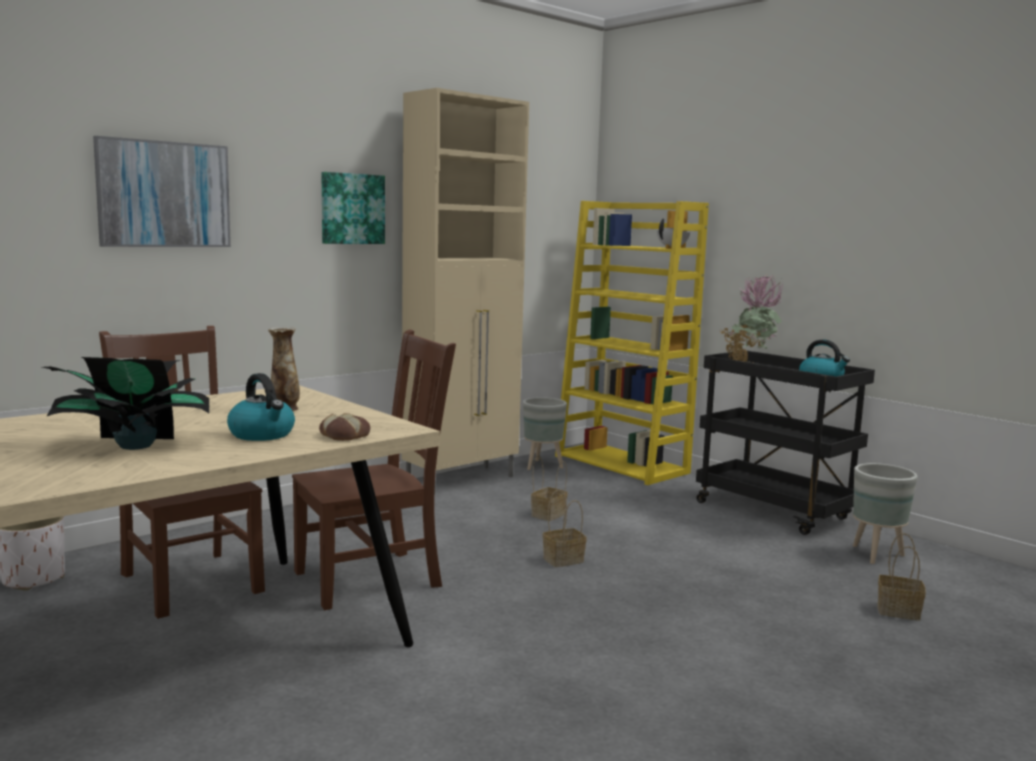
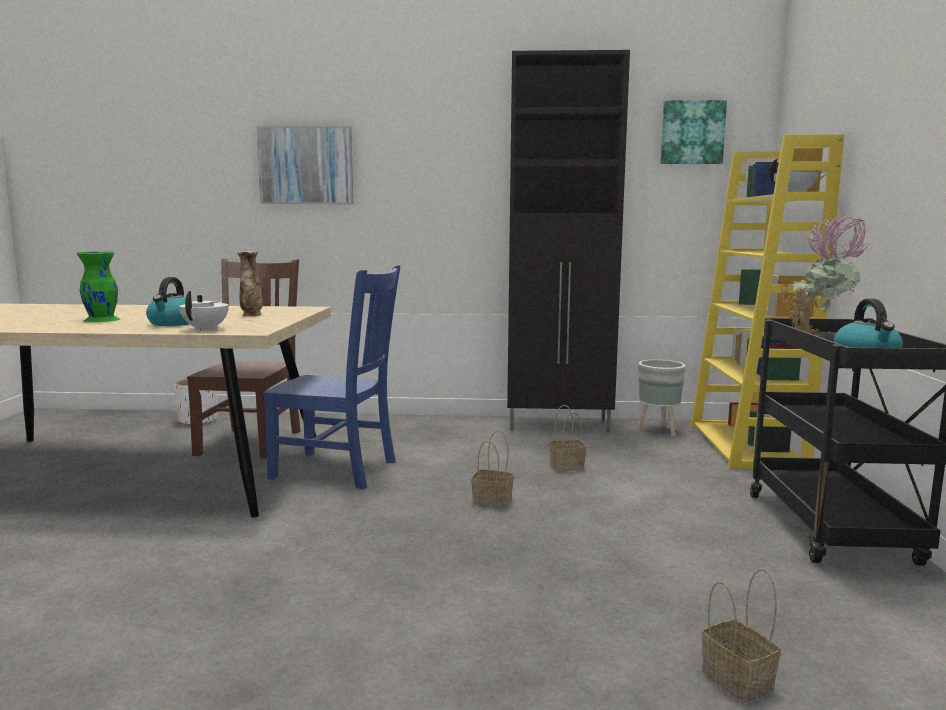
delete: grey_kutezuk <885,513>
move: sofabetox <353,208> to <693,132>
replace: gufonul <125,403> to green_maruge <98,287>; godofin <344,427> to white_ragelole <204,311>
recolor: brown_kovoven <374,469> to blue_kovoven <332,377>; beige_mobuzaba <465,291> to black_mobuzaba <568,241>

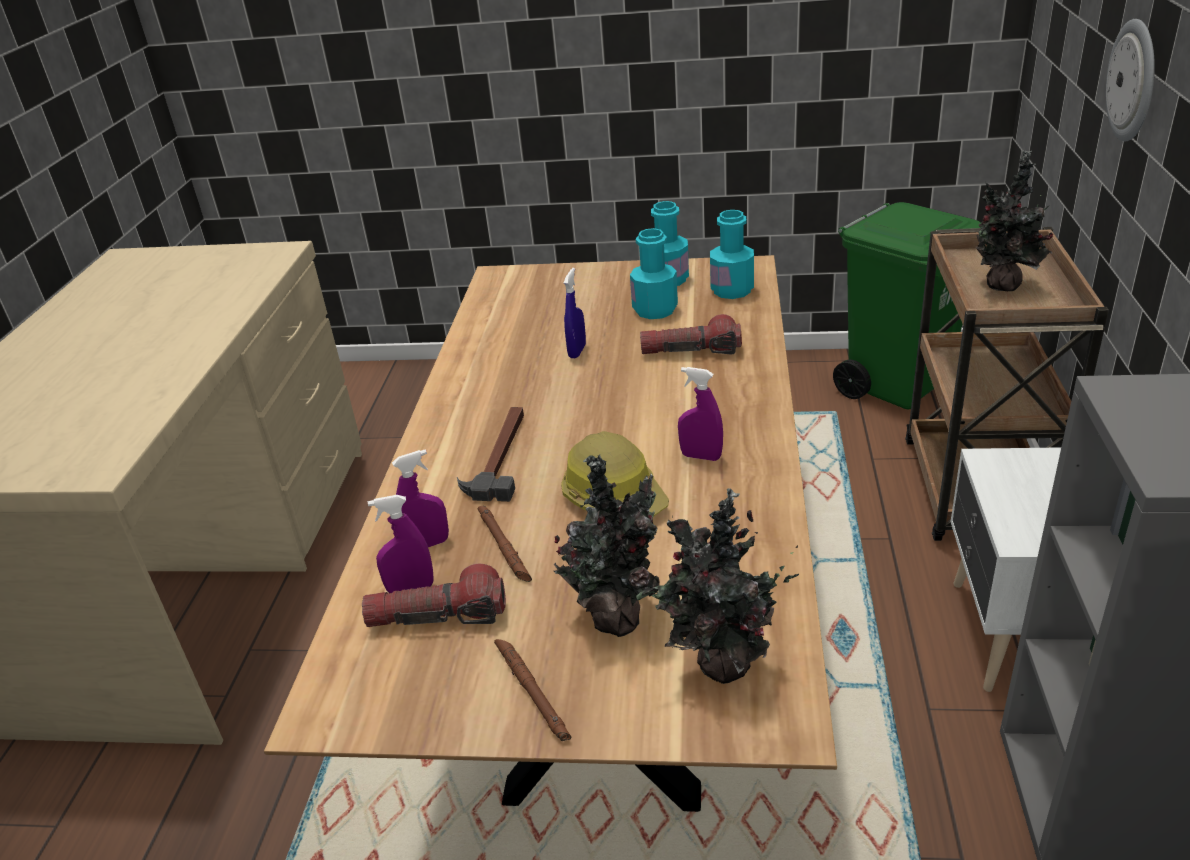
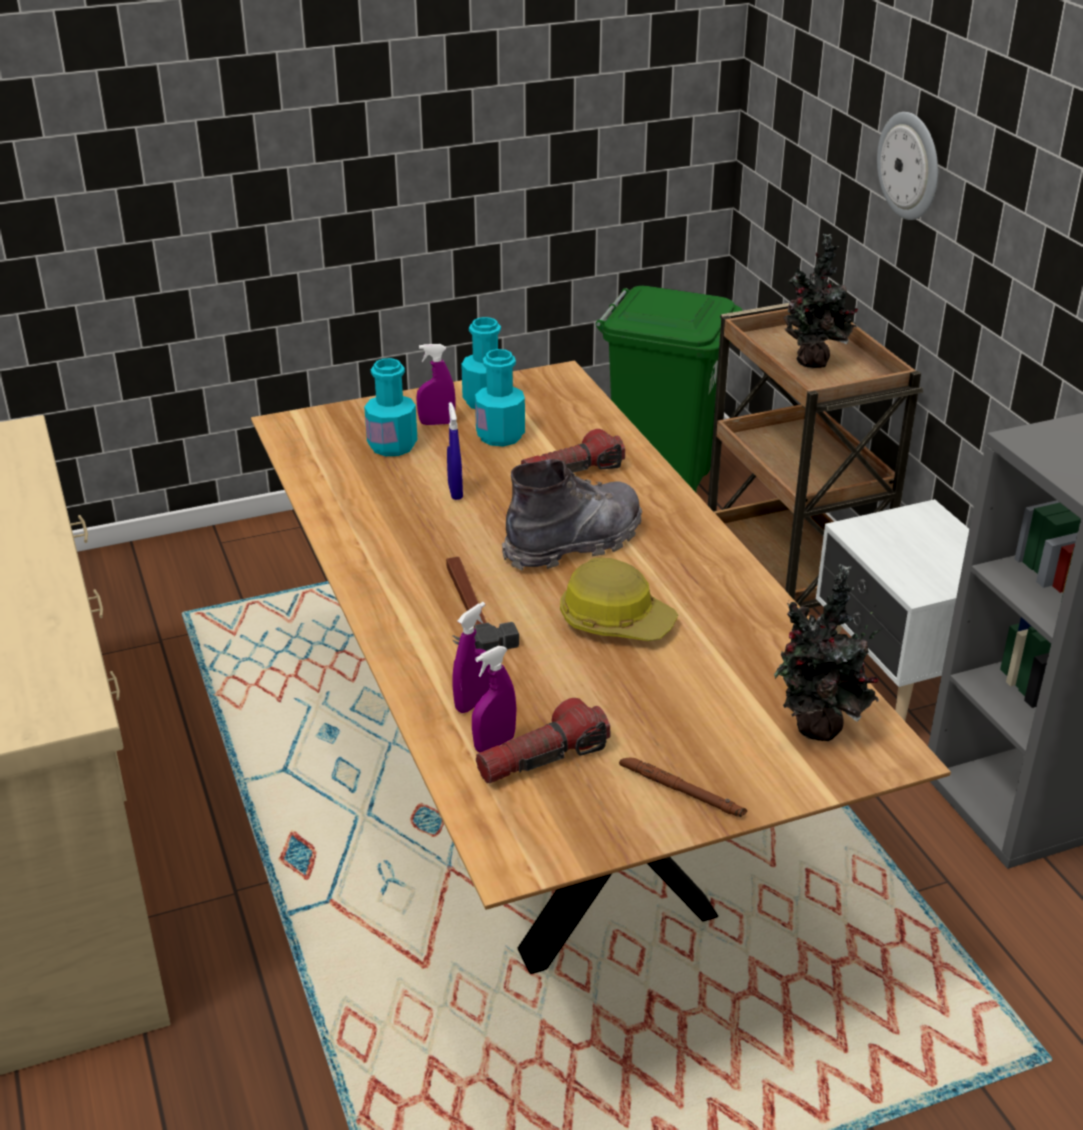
delete: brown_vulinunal <505,544>; gufonul <607,546>
insert: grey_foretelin <572,514>
move: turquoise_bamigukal <732,254> to <390,407>; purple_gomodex <700,414> to <436,384>

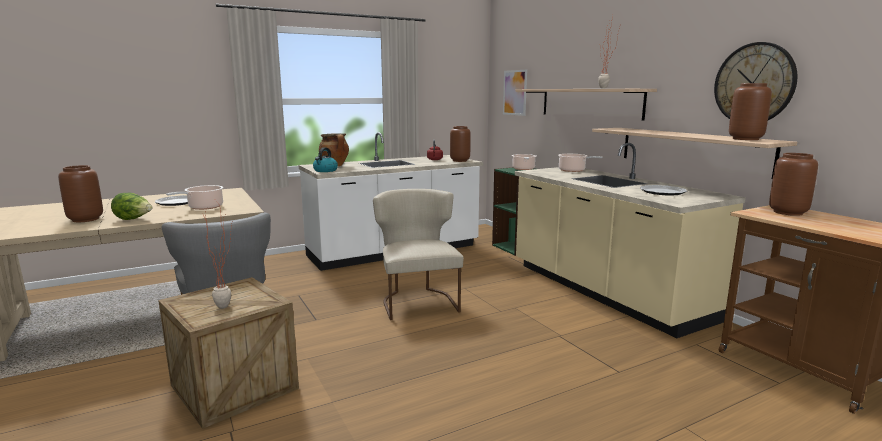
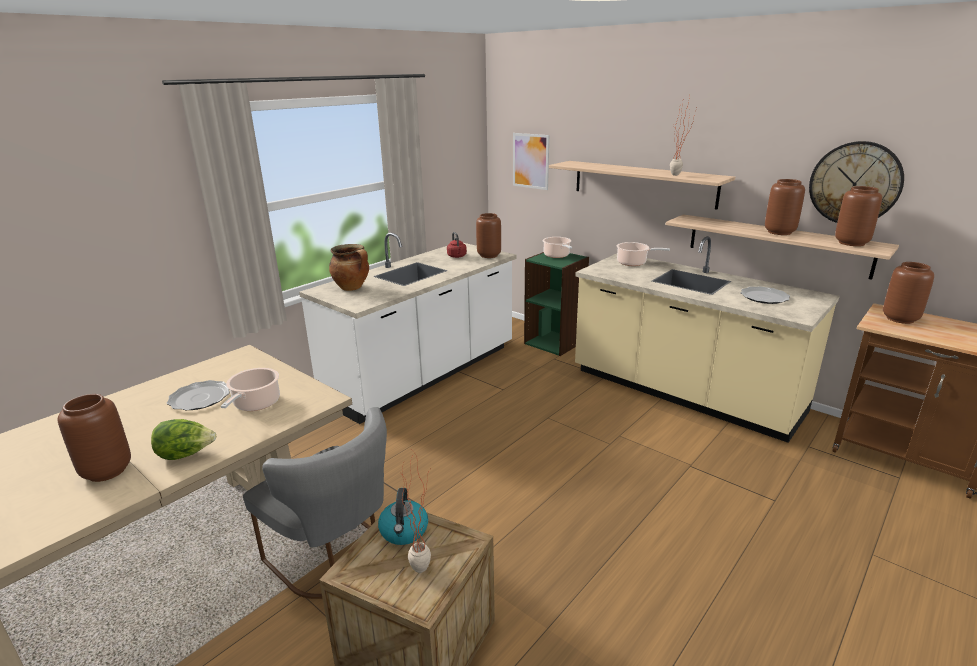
delete: beige_kovoven <418,254>
insert: brown_maruge <785,207>
move: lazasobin <325,160> to <403,516>

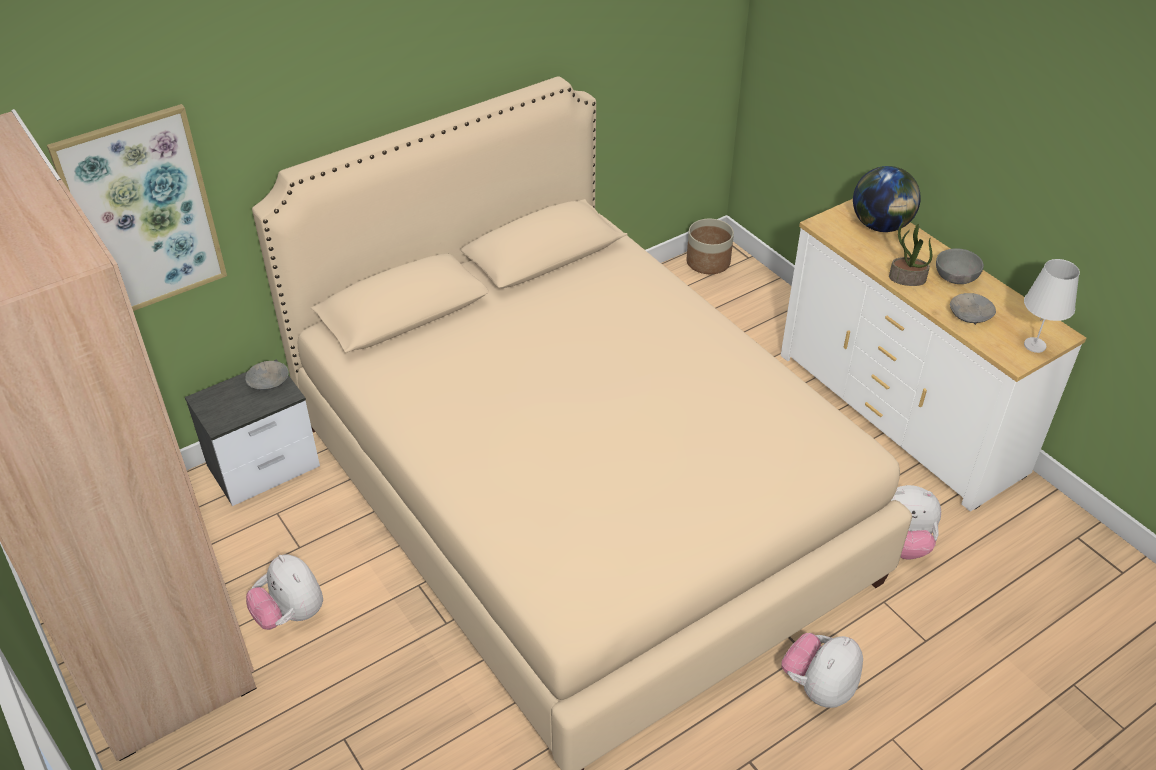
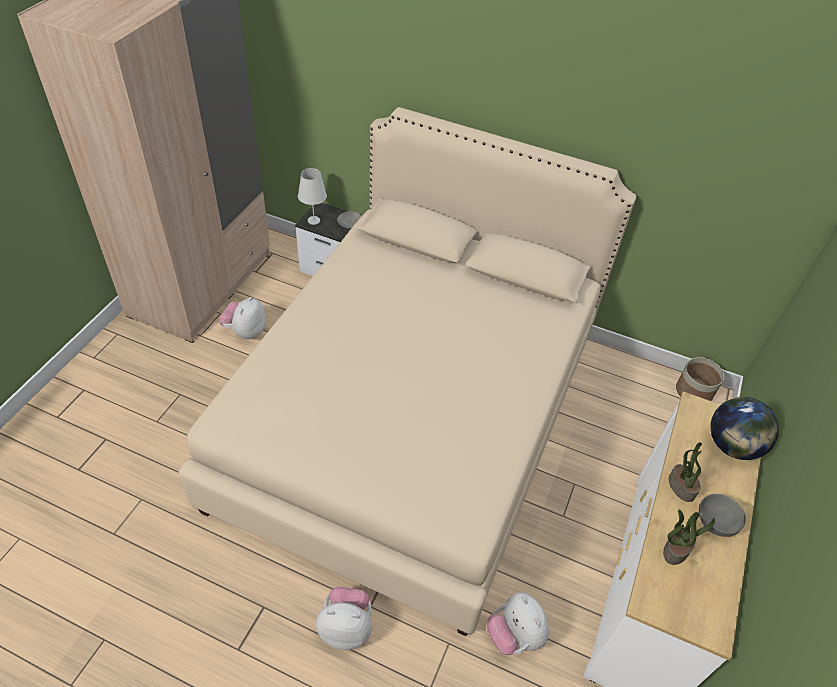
delete: sofabetox <137,207>
move: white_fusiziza <1052,306> to <312,196>
replace: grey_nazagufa <973,309> to gufonul <689,537>

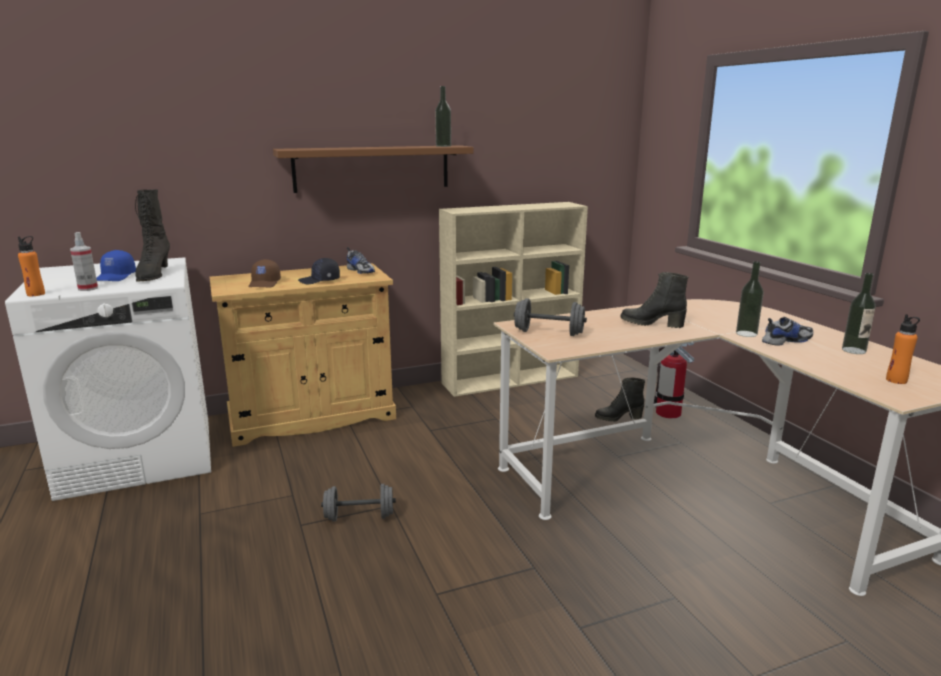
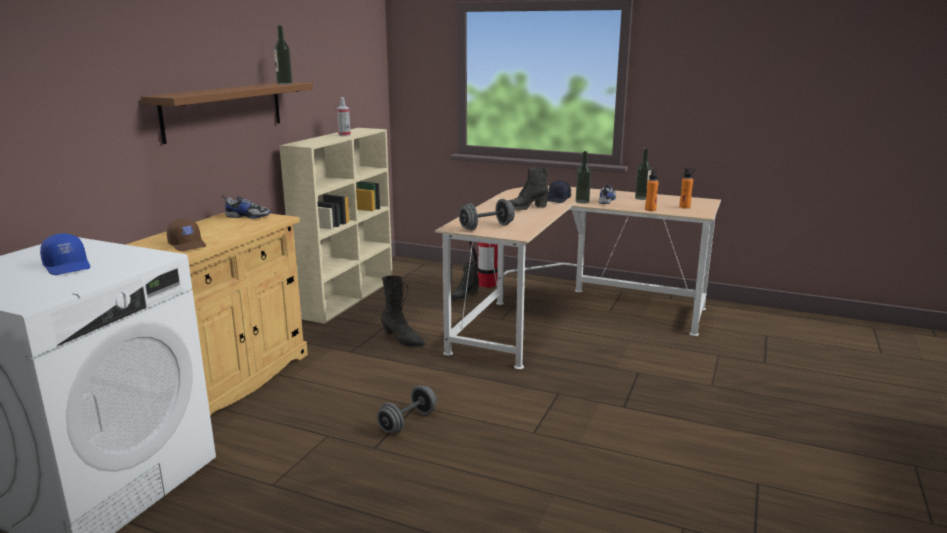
move: gomodex <84,261> to <344,116>; black_foretelin <152,235> to <403,311>; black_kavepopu <319,271> to <559,191>; orange_bamigukal <31,266> to <652,190>

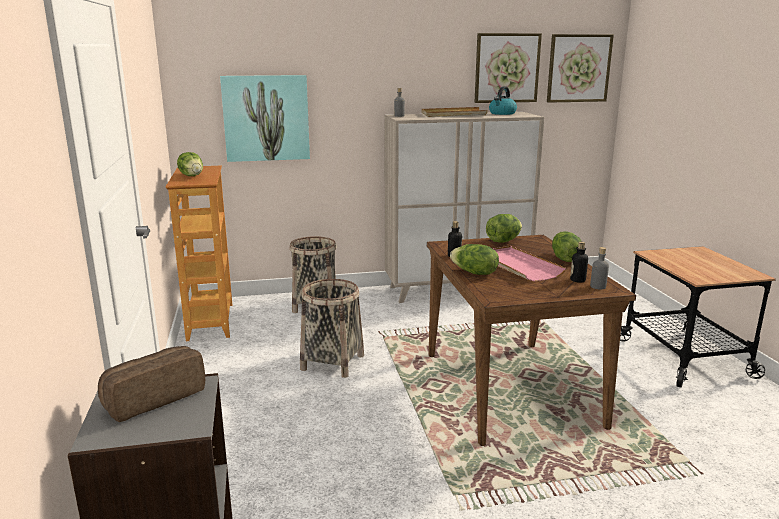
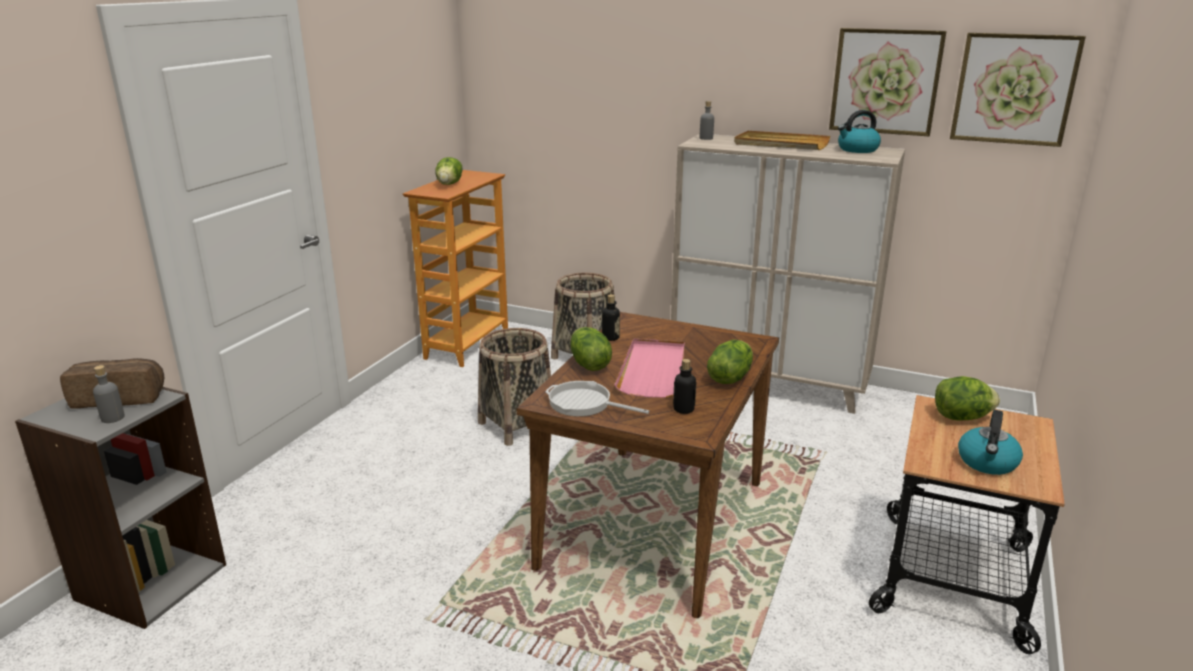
delete: sofabetox <265,118>
insert: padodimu <597,399>; lazasobin <990,442>
move: grey_bamigukal <599,268> to <109,394>; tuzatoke <504,228> to <967,398>

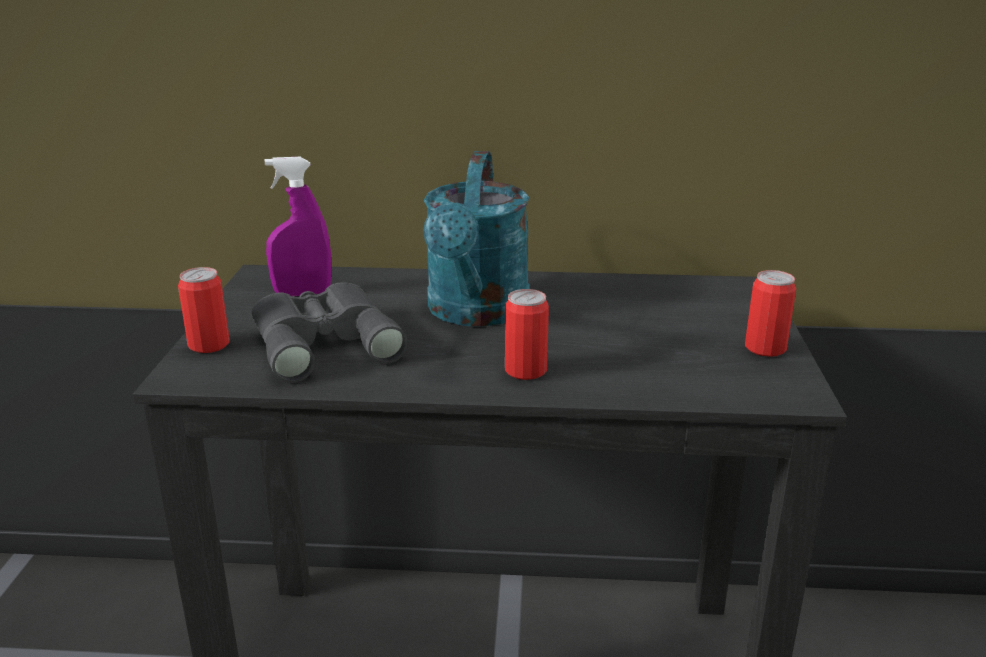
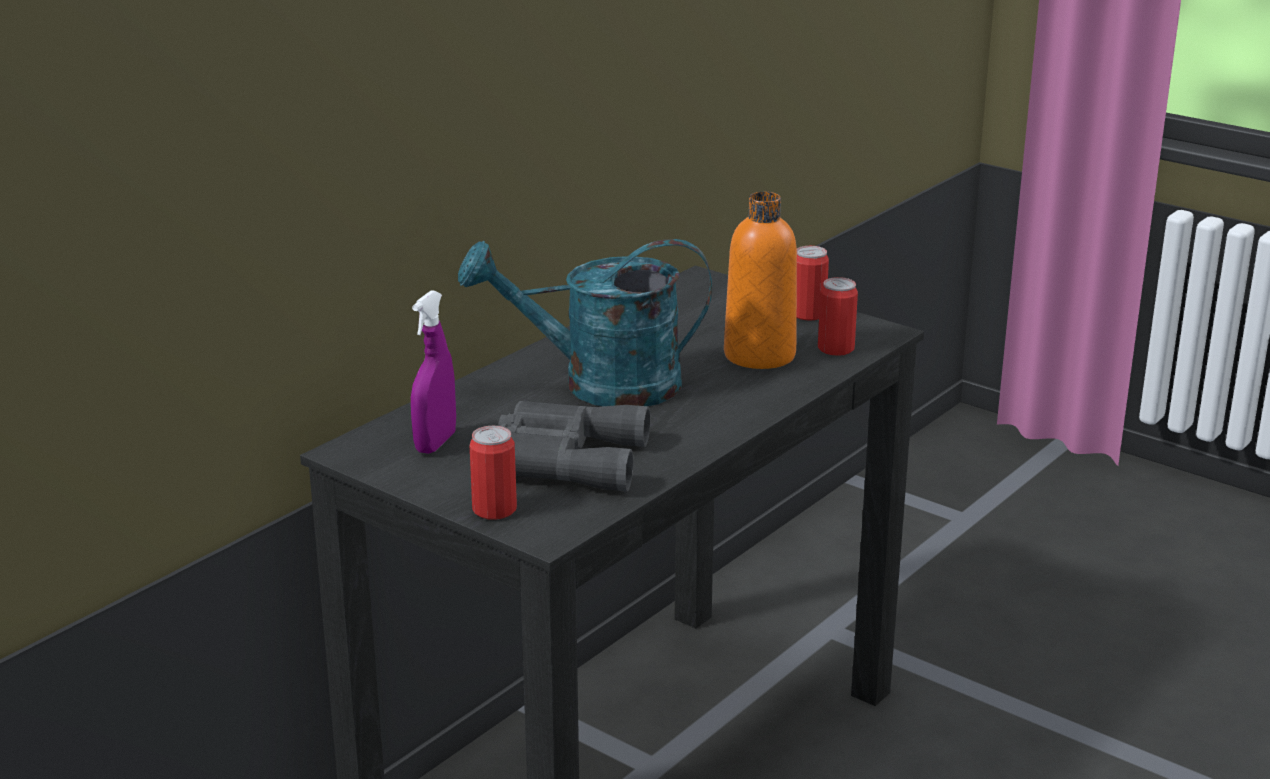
insert: orange_bamigukal <760,280>
move: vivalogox <527,334> to <838,316>
rotate: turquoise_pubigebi <476,239> = <585,322> 135 degrees clockwise

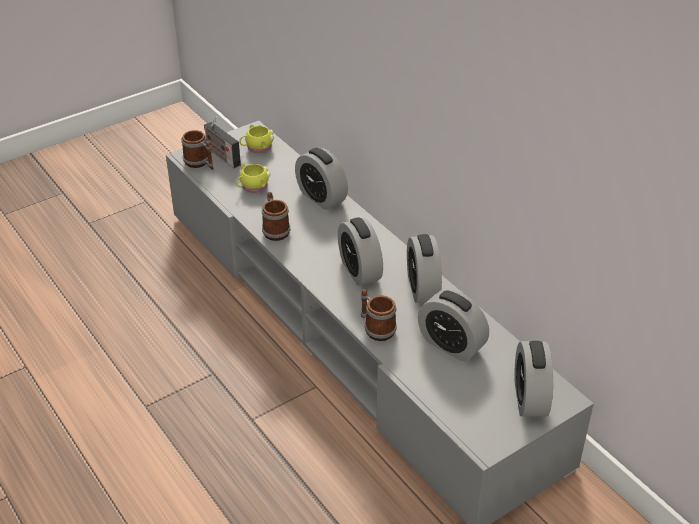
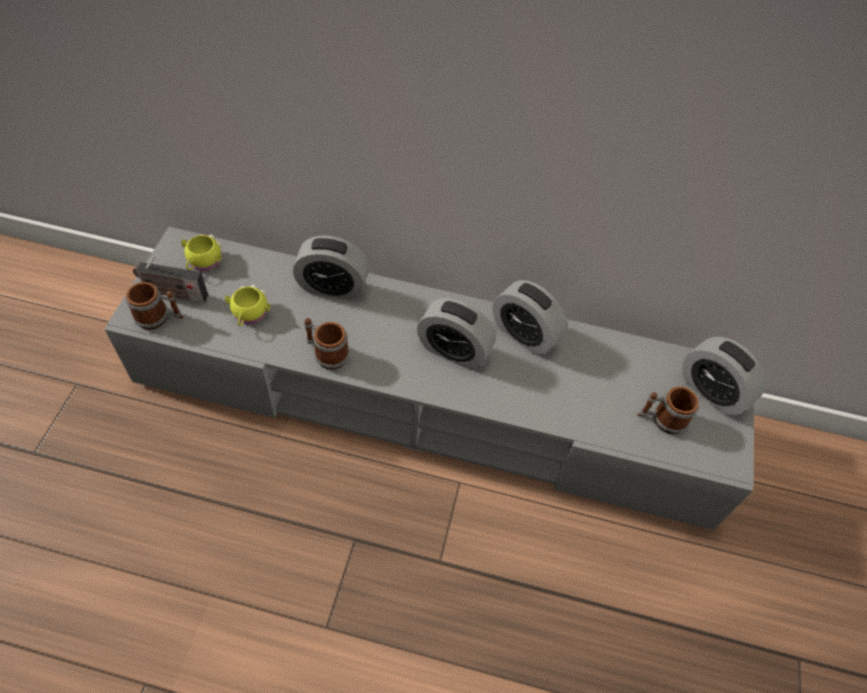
delete: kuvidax <453,325>
move: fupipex <379,315> to <668,410>

